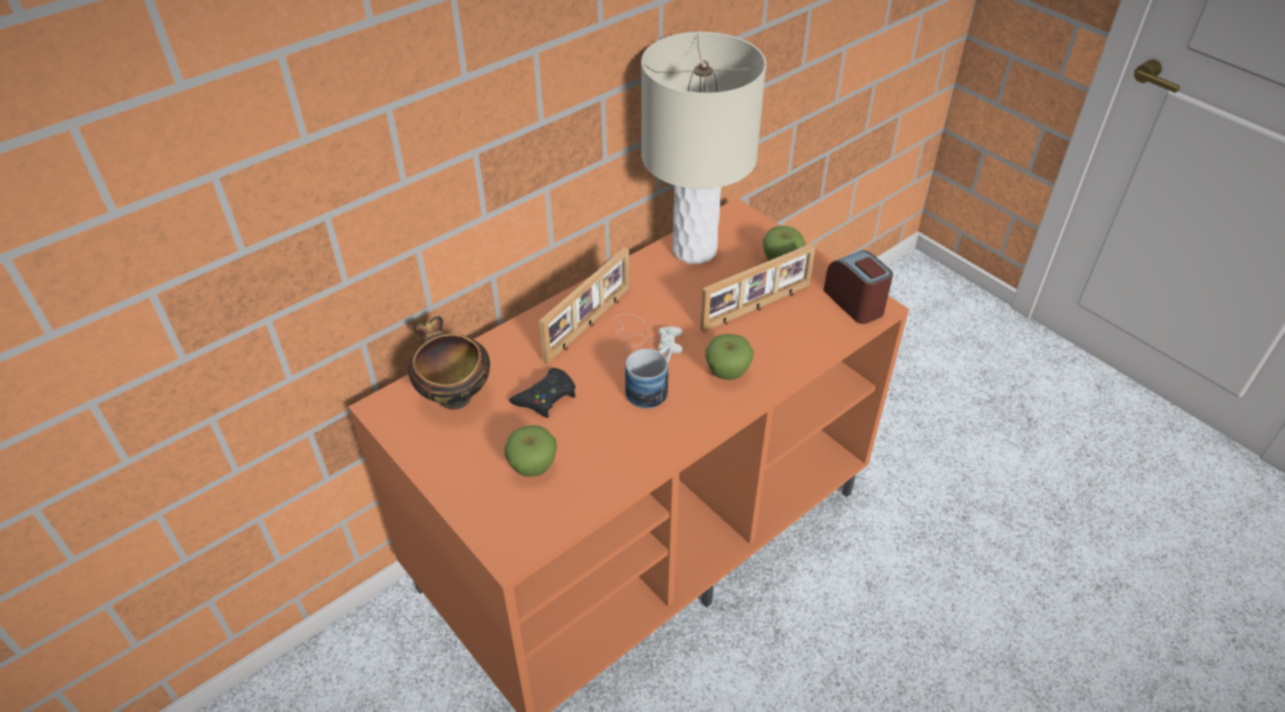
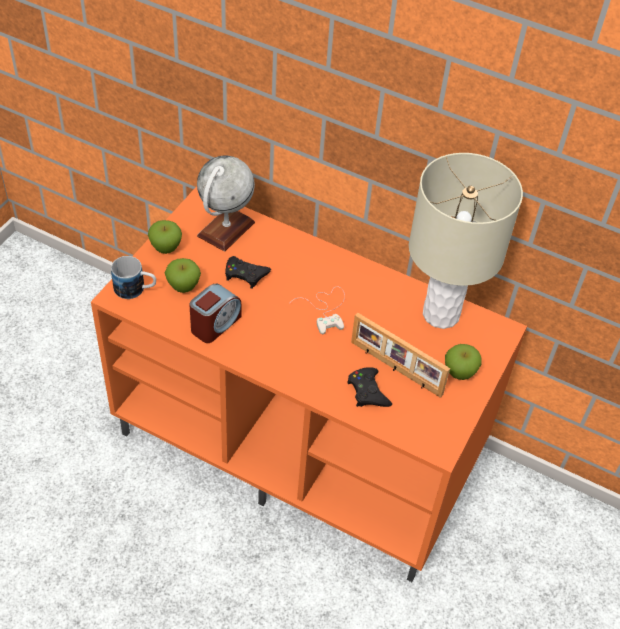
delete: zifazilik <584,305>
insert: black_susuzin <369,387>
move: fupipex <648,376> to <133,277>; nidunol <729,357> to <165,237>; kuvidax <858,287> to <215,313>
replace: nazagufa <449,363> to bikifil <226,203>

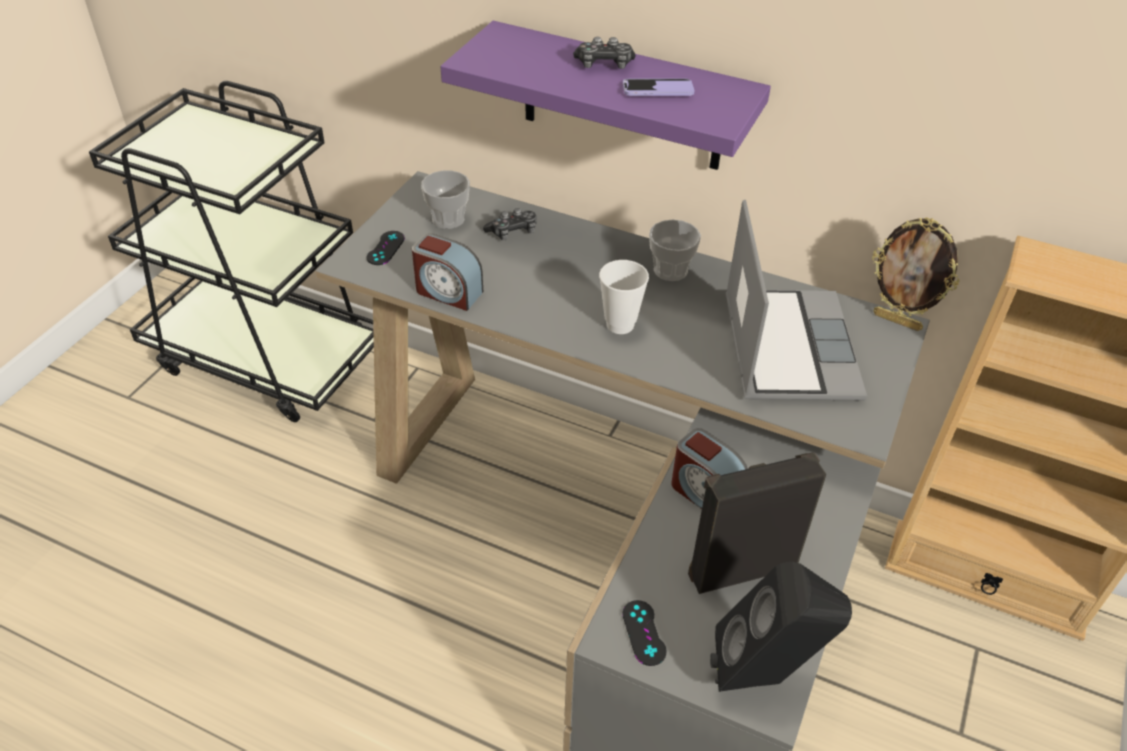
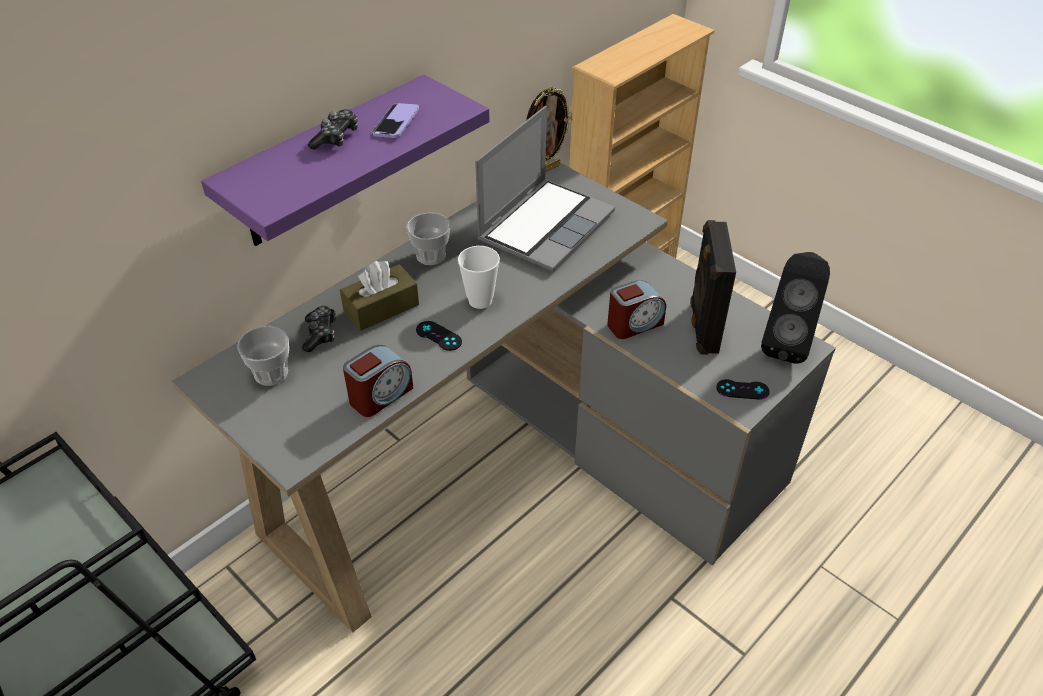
insert: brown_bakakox <379,296>
move: black_susuzin <386,248> to <439,336>
rotate: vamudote <796,300> = <545,189> 105 degrees clockwise

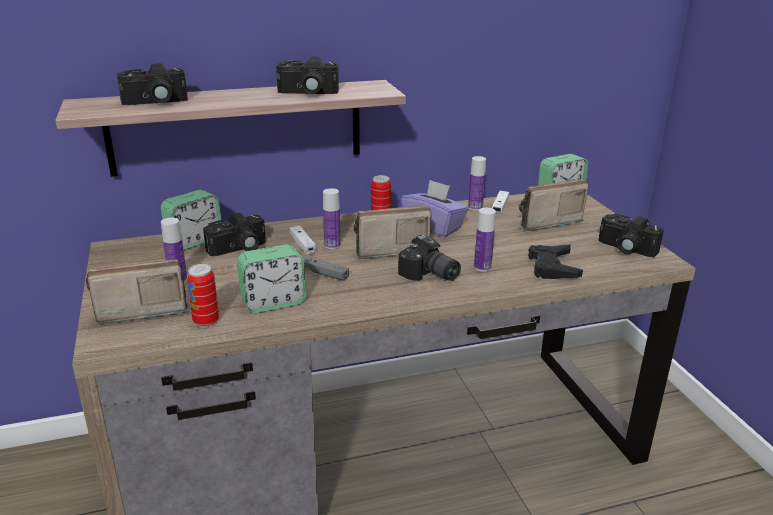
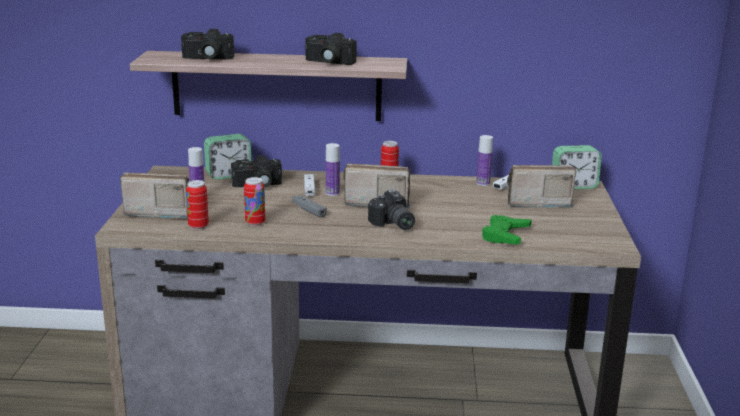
delete: purple_bakakox <434,208>; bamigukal <485,240>; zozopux <631,235>
replace: kuvidax <271,278> to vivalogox <254,201>
recolor: black_susuzin <555,261> to green_susuzin <507,229>

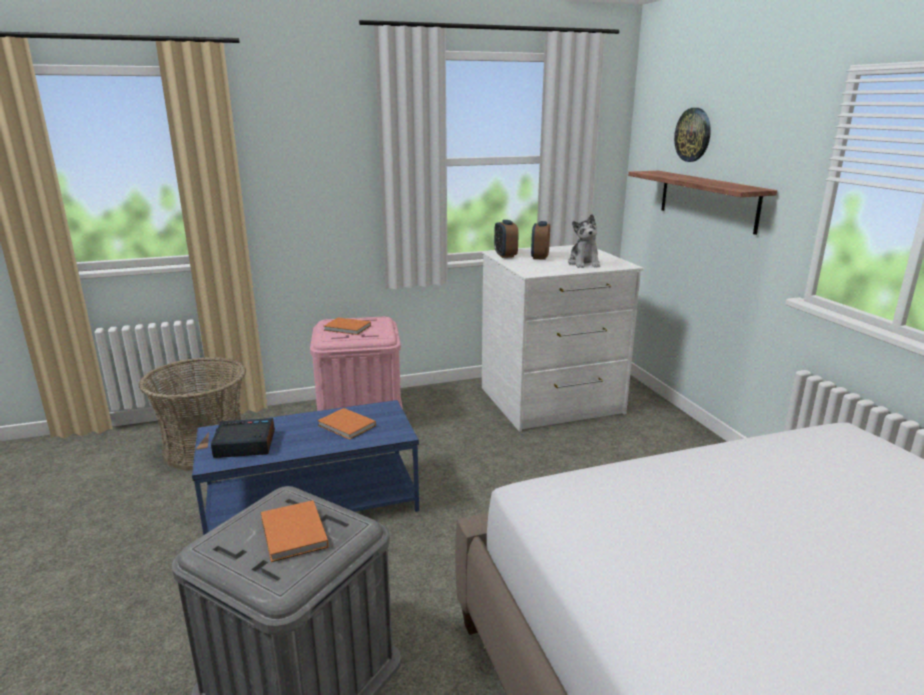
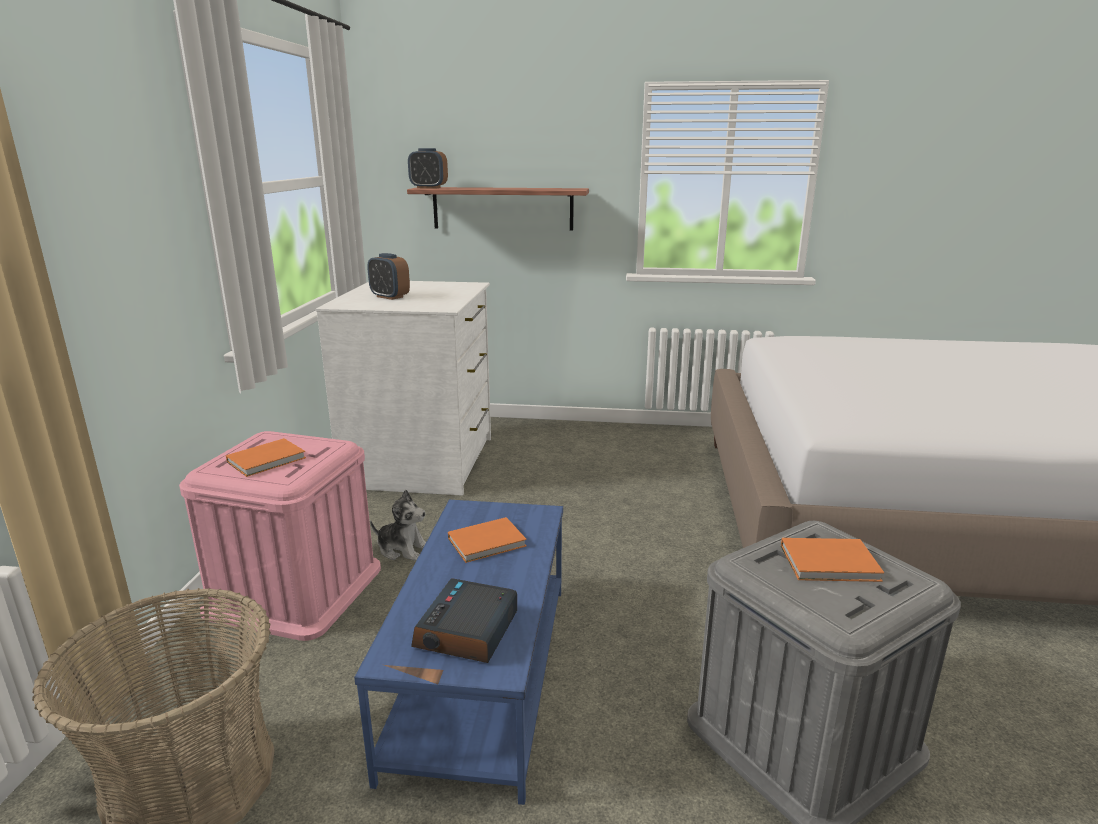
delete: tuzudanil <692,135>
move: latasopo <584,241> to <398,525>; kuvidax <506,239> to <428,168>

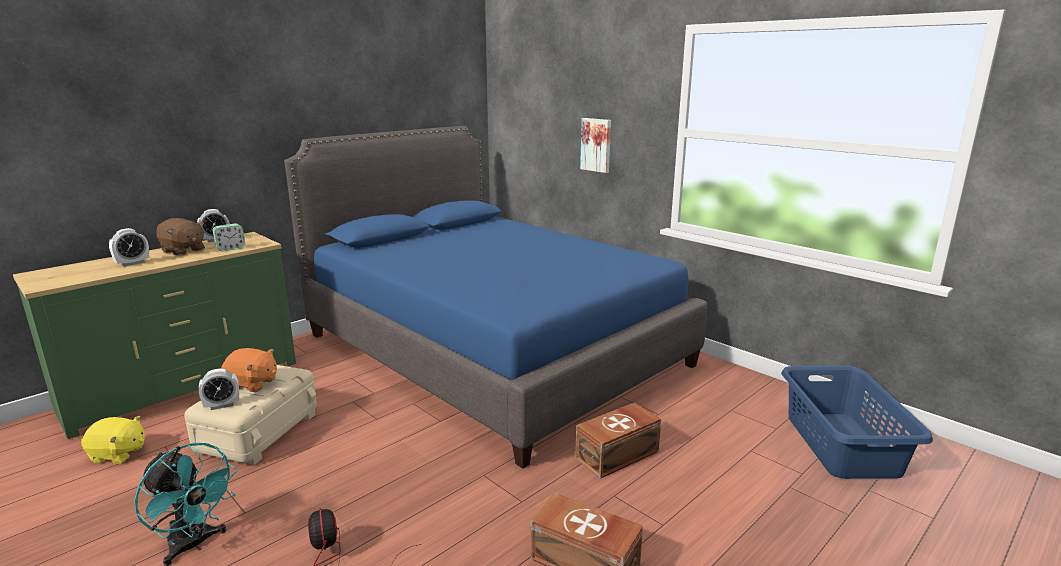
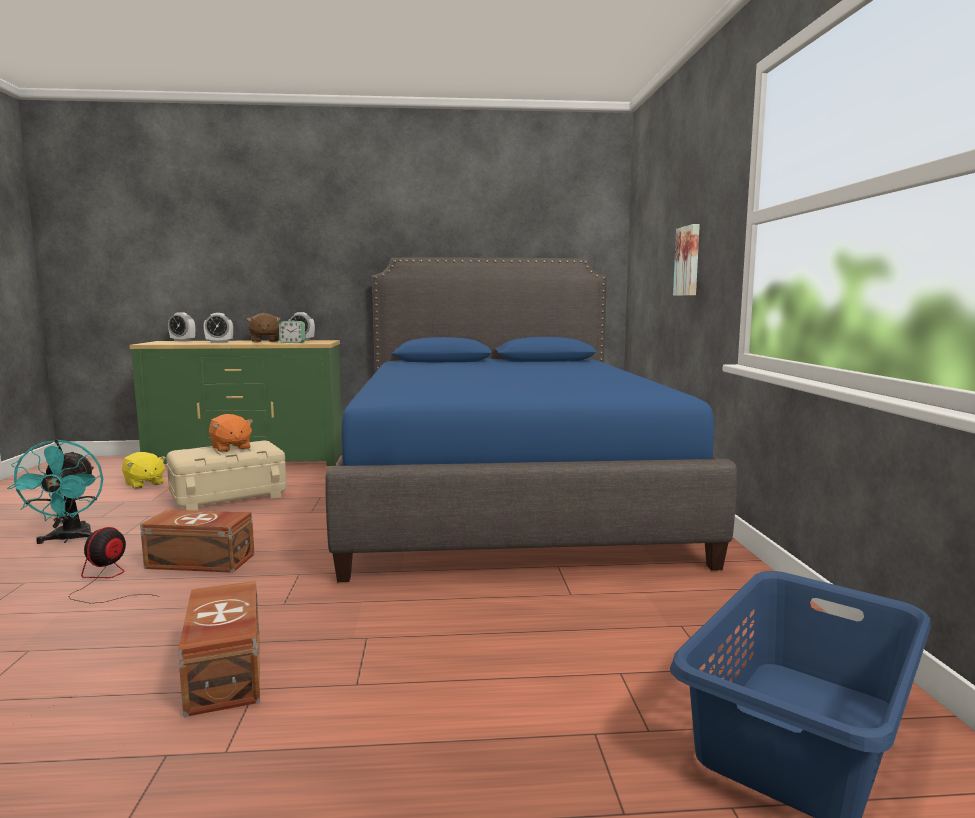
move: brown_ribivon <618,440> to <197,541>; kuvidax <219,389> to <181,327>

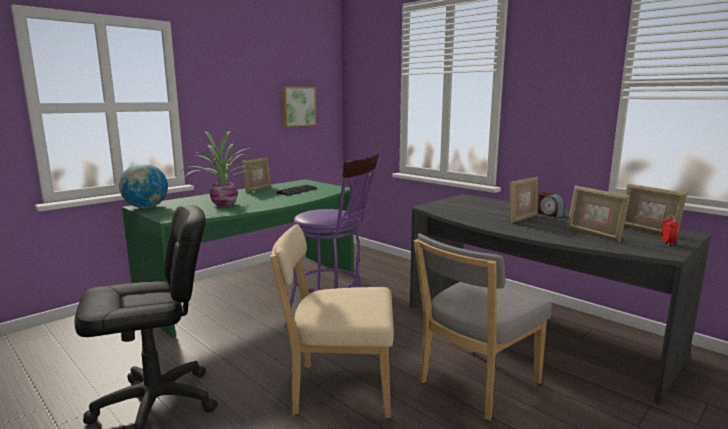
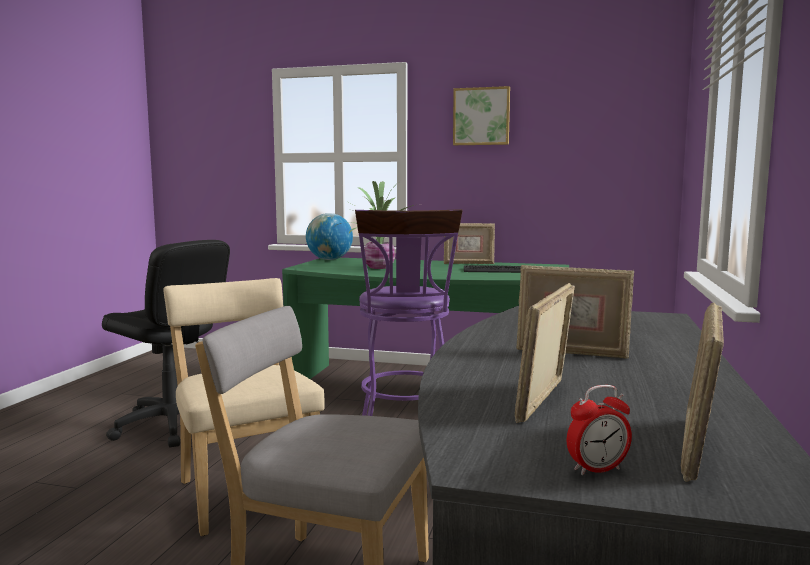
delete: kuvidax <551,204>
move: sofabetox <299,106> to <481,115>

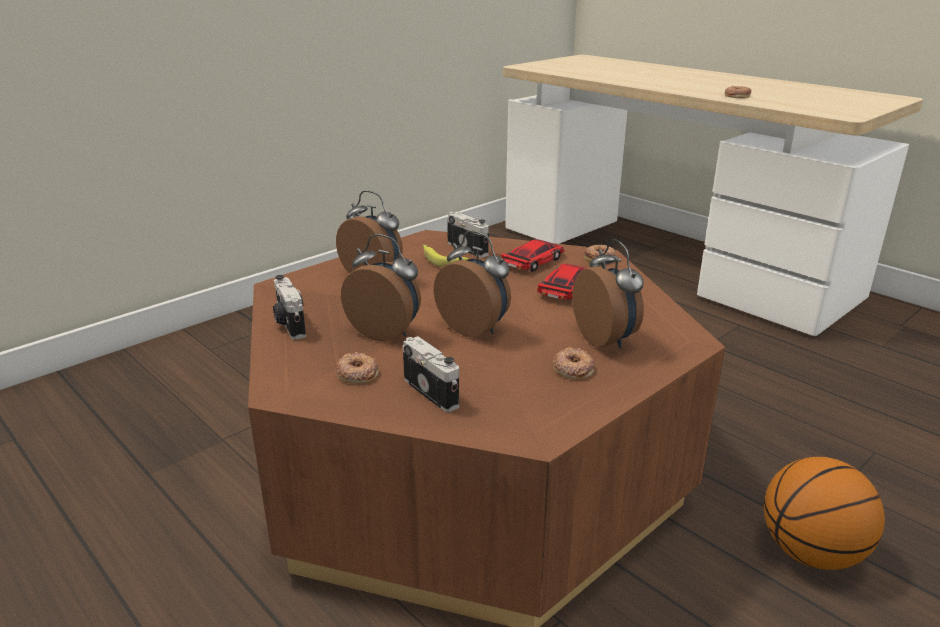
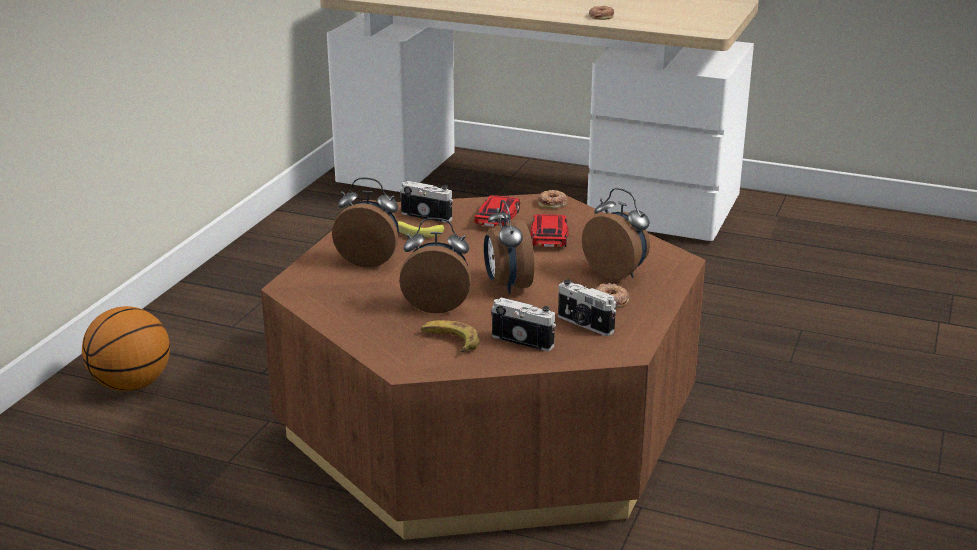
move: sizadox <824,513> to <126,348>; zozopux <289,307> to <587,307>
replace: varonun <357,368> to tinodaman <450,336>
rotate: kuvidax <472,283> = <509,247> 120 degrees counterclockwise

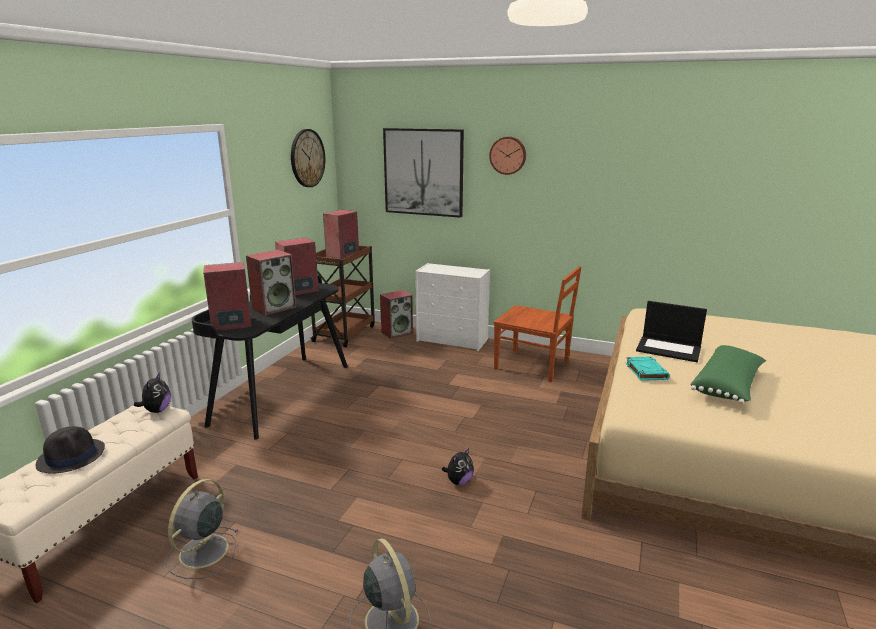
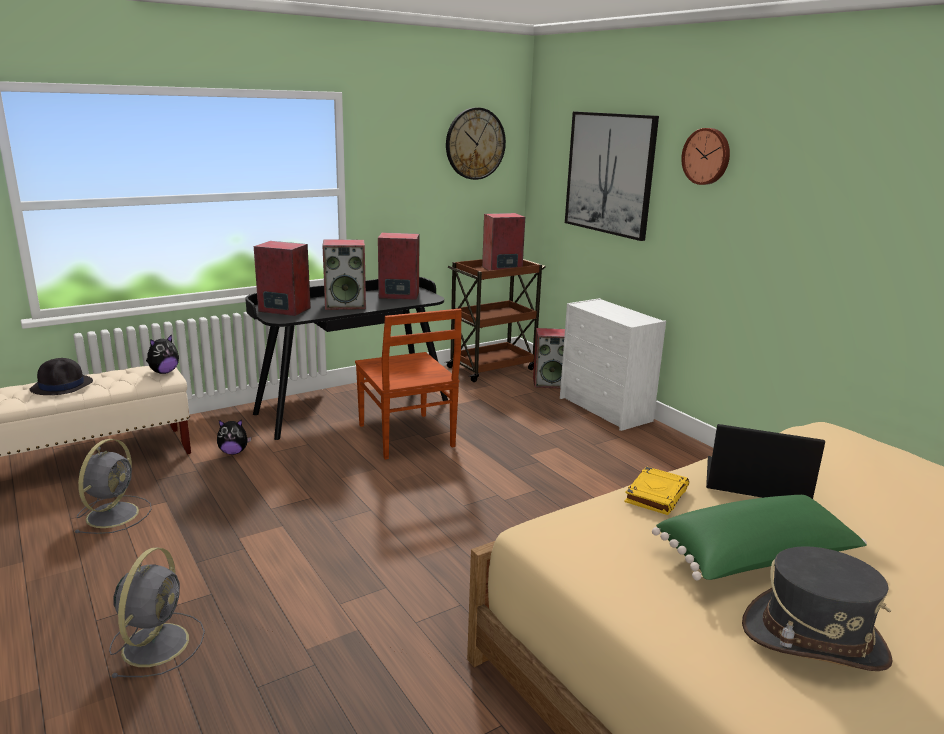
insert: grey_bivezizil <817,608>
move: latasopo <458,466> to <234,437>; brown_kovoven <537,324> to <408,384>
recolor: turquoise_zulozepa <647,368> to yellow_zulozepa <656,490>
rotate: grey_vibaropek <202,529> = <113,486> 135 degrees clockwise; vamudote <671,331> = <765,461> 135 degrees clockwise

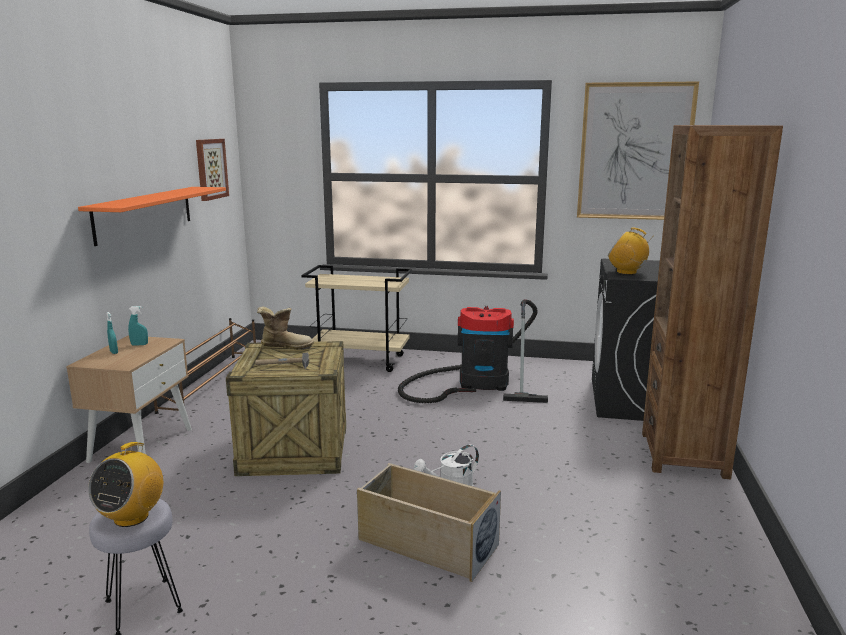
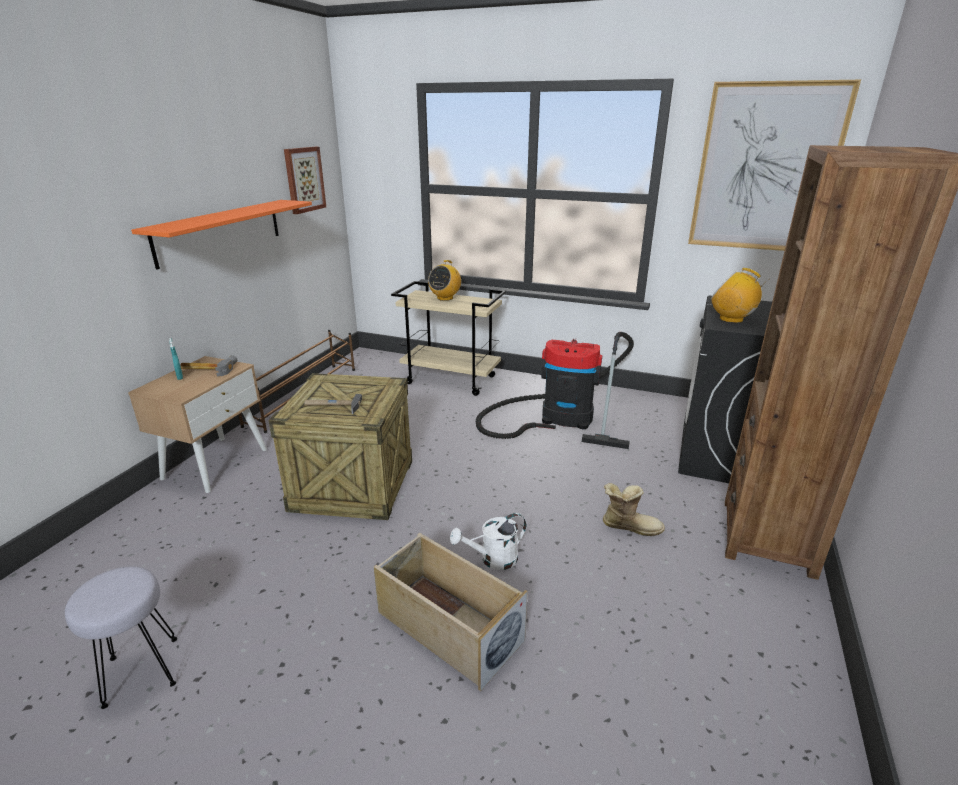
move: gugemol <125,484> to <444,280>; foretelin <285,328> to <634,509>
replace: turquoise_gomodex <138,326> to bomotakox <208,366>

